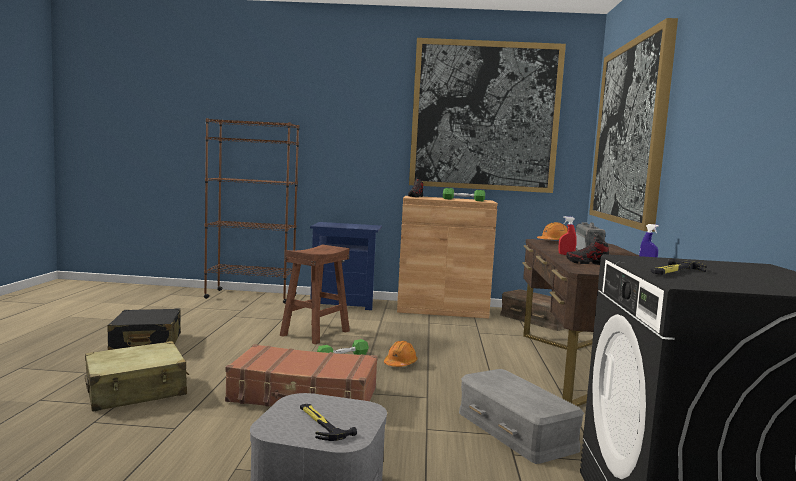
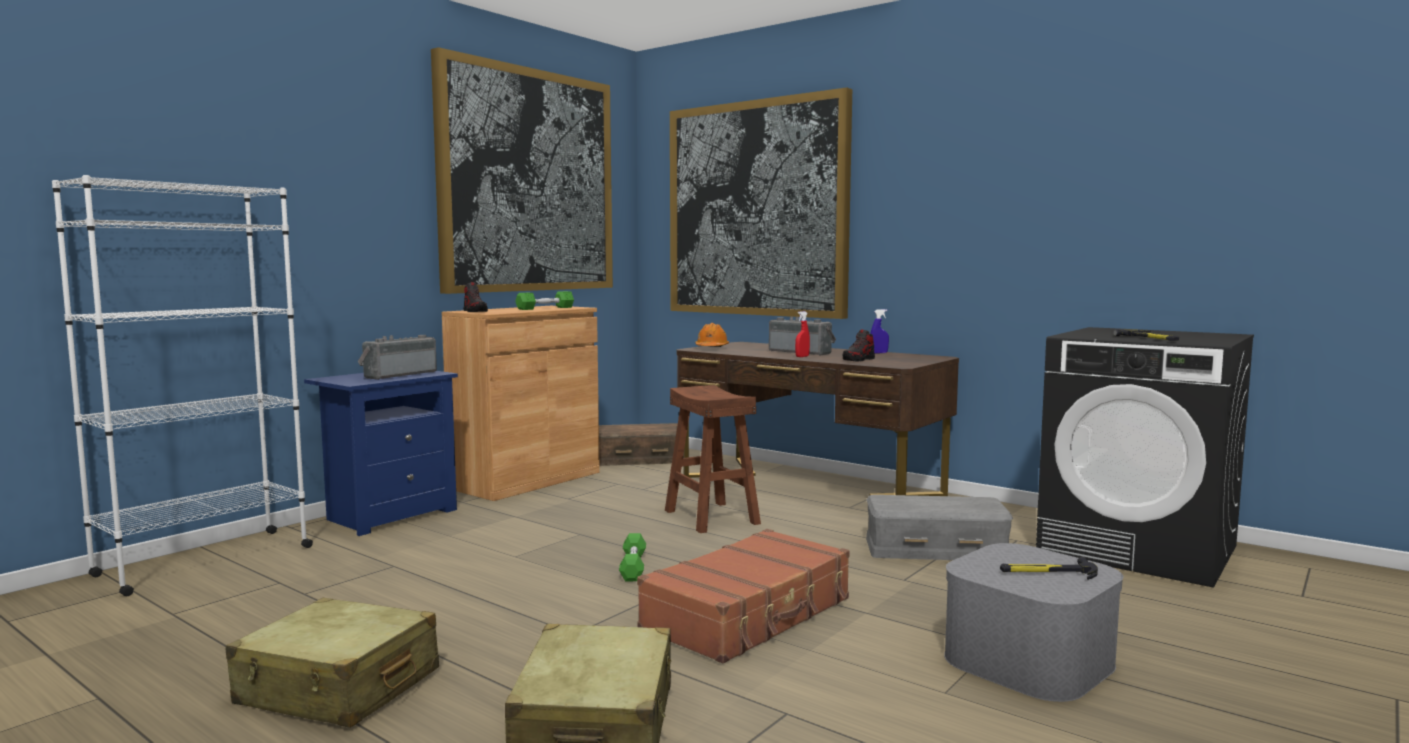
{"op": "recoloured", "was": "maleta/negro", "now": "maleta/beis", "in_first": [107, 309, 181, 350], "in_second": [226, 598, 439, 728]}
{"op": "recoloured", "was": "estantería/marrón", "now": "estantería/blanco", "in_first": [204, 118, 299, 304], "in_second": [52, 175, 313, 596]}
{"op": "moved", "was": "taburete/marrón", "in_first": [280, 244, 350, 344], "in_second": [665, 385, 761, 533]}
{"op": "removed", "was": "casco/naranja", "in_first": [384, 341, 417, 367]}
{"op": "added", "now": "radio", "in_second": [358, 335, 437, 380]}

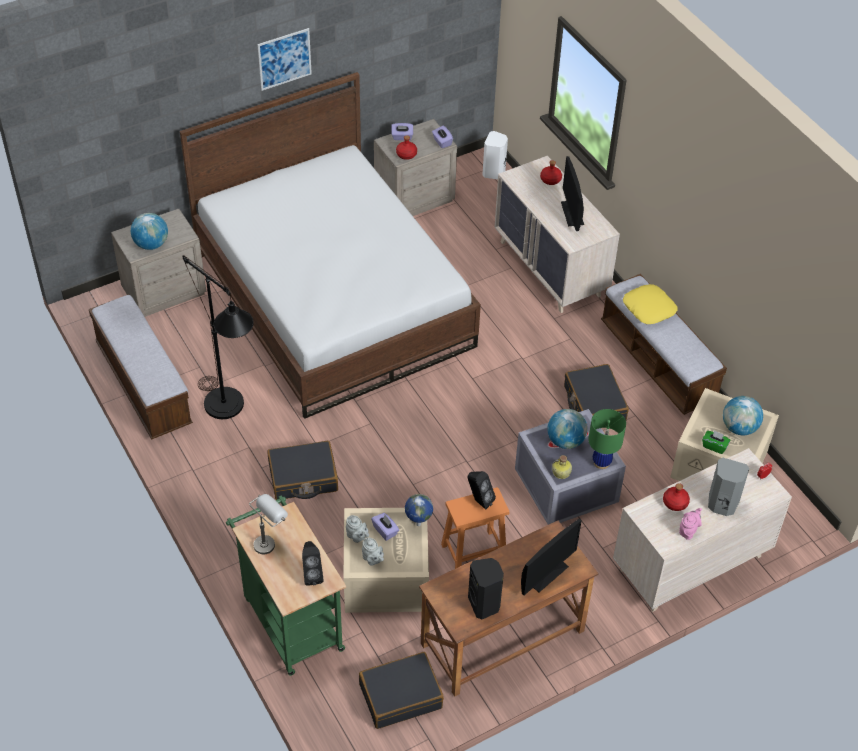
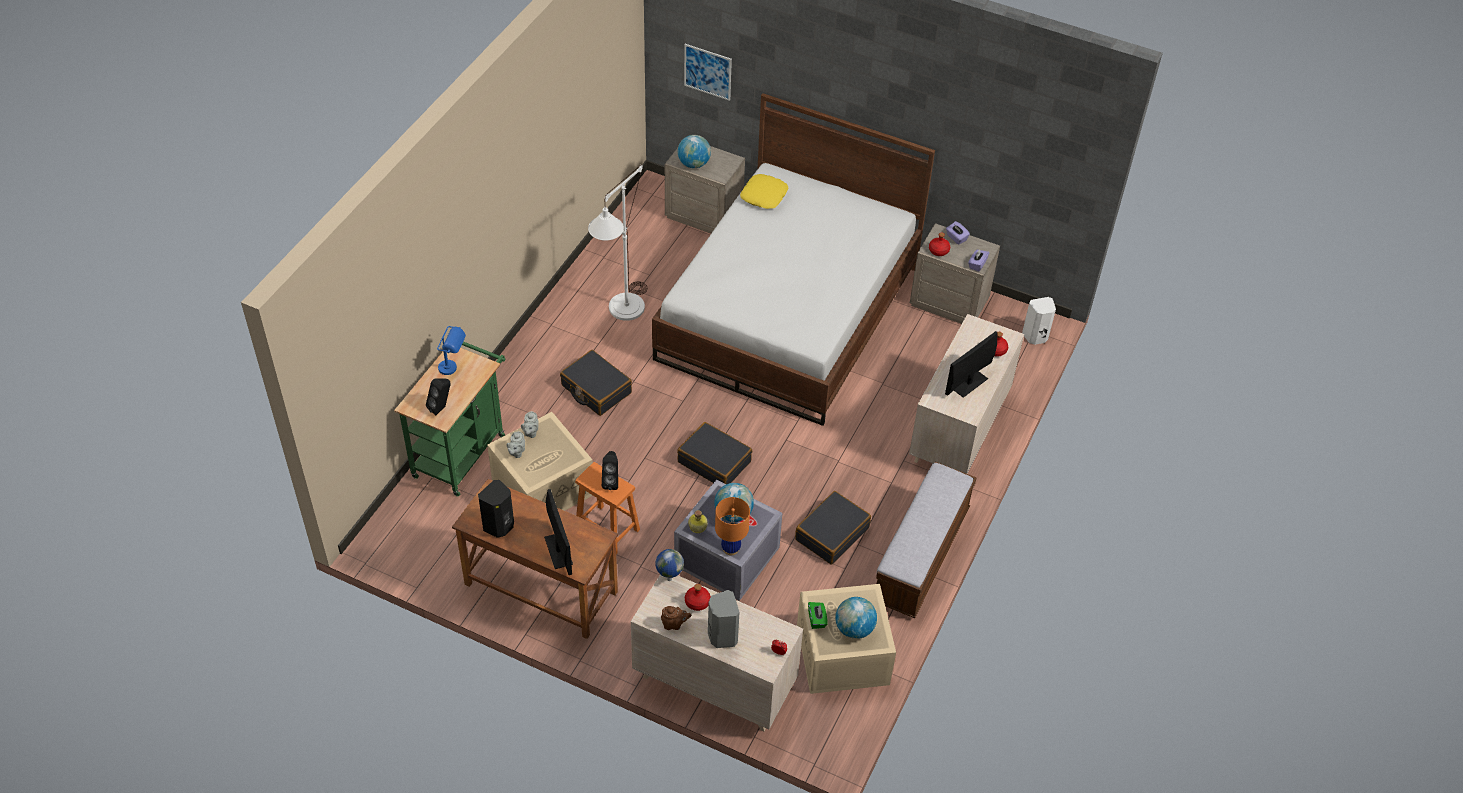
{"op": "removed", "was": "banco", "in_first": [89, 294, 193, 440]}
{"op": "recoloured", "was": "lámpara de pie/negro", "now": "lámpara de pie/blanco", "in_first": [182, 255, 254, 419], "in_second": [588, 165, 647, 321]}
{"op": "recoloured", "was": "lámpara de mesa/gris", "now": "lámpara de mesa/azul", "in_first": [249, 494, 288, 554], "in_second": [437, 326, 466, 375]}
{"op": "moved", "was": "cuadro", "in_first": [257, 28, 312, 91], "in_second": [684, 44, 732, 101]}
{"op": "moved", "was": "maleta/negro", "in_first": [359, 652, 444, 729], "in_second": [677, 422, 752, 484]}
{"op": "removed", "was": "caja de pañuelos/morado", "in_first": [371, 513, 399, 541]}
{"op": "moved", "was": "globo terráqueo", "in_first": [405, 494, 433, 526], "in_second": [655, 549, 684, 581]}
{"op": "turned", "was": "monitor", "in_first": [521, 519, 582, 595], "in_second": [544, 489, 573, 575], "clockwise": -120}
{"op": "recoloured", "was": "lámpara de mesa/verde", "now": "lámpara de mesa/naranja", "in_first": [588, 409, 626, 469], "in_second": [715, 497, 750, 555]}
{"op": "moved", "was": "cojín/amarillo", "in_first": [623, 284, 677, 324], "in_second": [740, 174, 788, 209]}
{"op": "recoloured", "was": "tetera/rosa", "now": "tetera/marrón", "in_first": [679, 508, 702, 540], "in_second": [661, 606, 691, 630]}

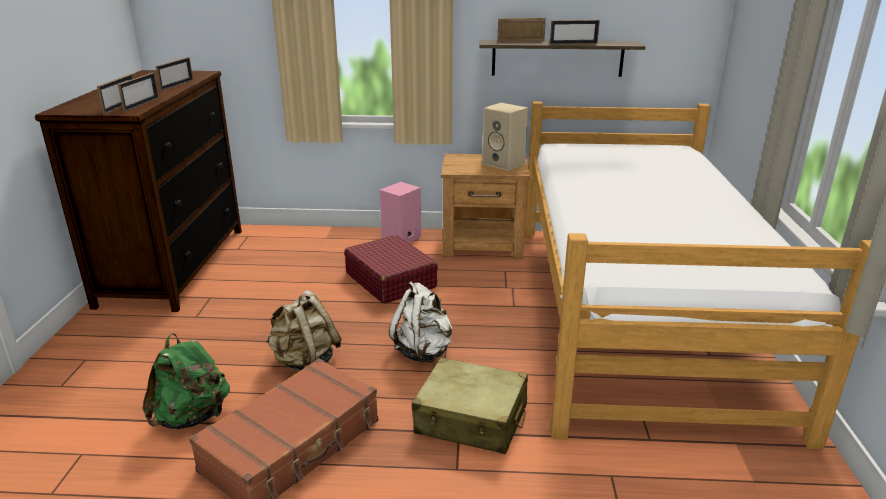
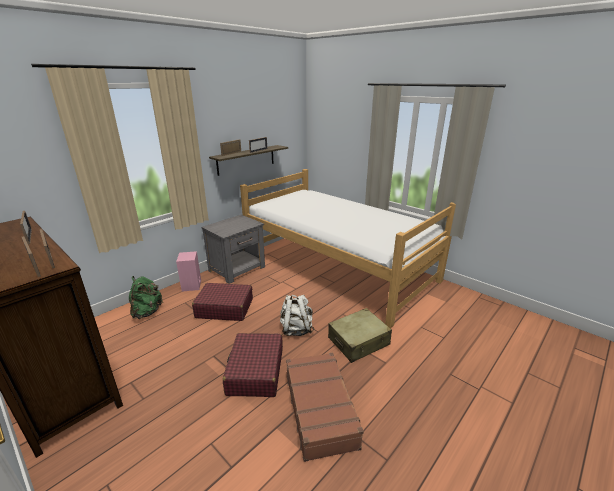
{"op": "moved", "was": "mochila/verde", "in_first": [143, 333, 230, 429], "in_second": [129, 276, 163, 319]}
{"op": "replaced", "was": "mochila/beis", "now": "maleta/rojo", "in_first": [266, 290, 342, 371], "in_second": [223, 333, 283, 397]}
{"op": "recoloured", "was": "mesita de noche/marrón", "now": "mesita de noche/gris", "in_first": [441, 154, 530, 259], "in_second": [201, 215, 265, 284]}
{"op": "removed", "was": "altavoz/beis", "in_first": [482, 103, 528, 171]}

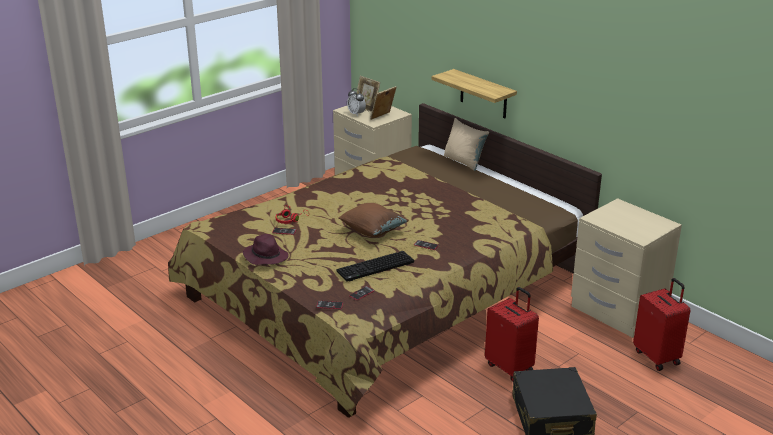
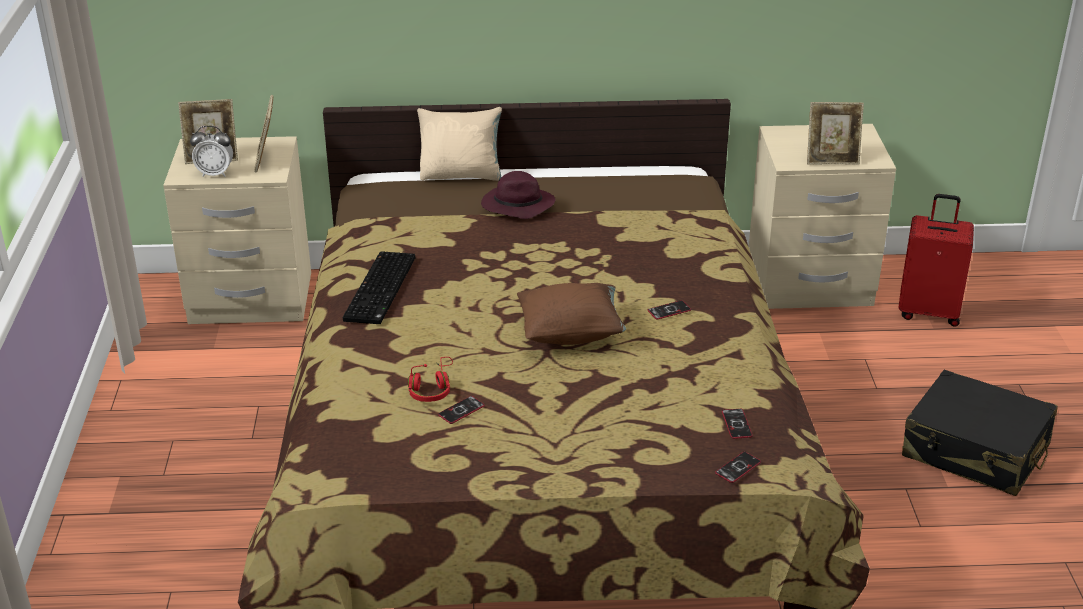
{"op": "moved", "was": "sombrero/morado", "in_first": [243, 234, 289, 265], "in_second": [481, 171, 555, 219]}
{"op": "moved", "was": "teclado", "in_first": [336, 251, 414, 282], "in_second": [342, 251, 415, 324]}
{"op": "removed", "was": "estante", "in_first": [432, 69, 517, 118]}
{"op": "removed", "was": "maleta/rojo", "in_first": [485, 287, 539, 382]}
{"op": "added", "now": "portarretratos", "in_second": [807, 102, 864, 165]}

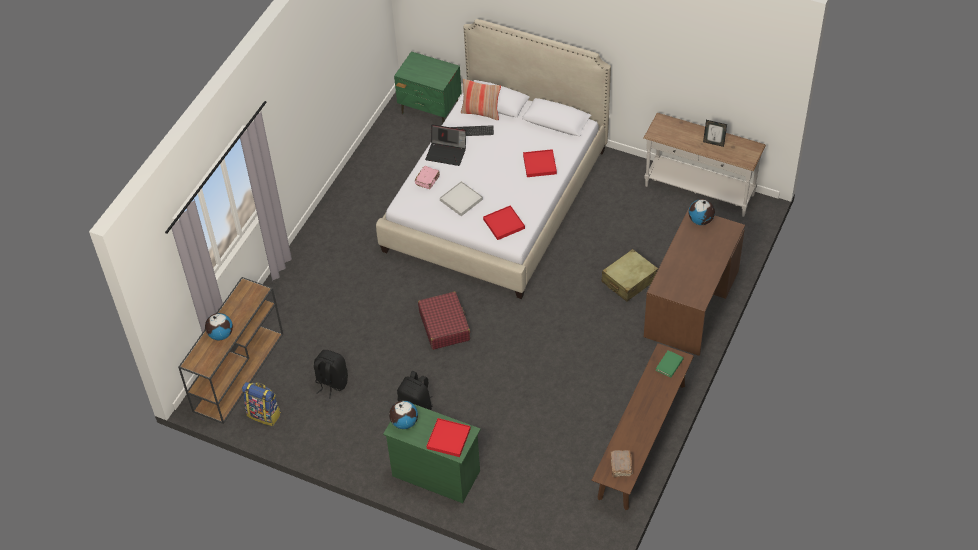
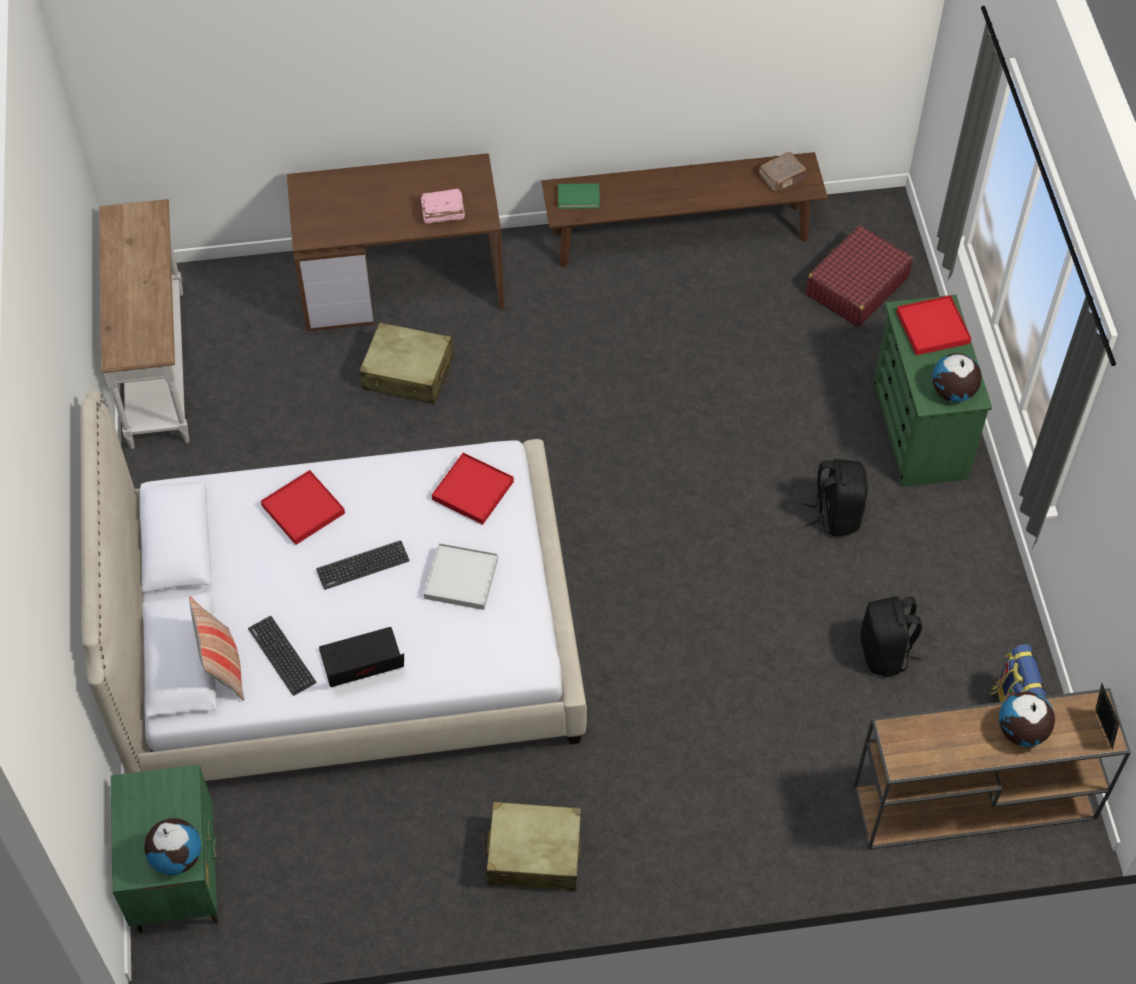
{"op": "moved", "was": "libro/rosa", "in_first": [415, 166, 440, 189], "in_second": [421, 189, 465, 224]}
{"op": "moved", "was": "maleta/rojo", "in_first": [418, 292, 470, 350], "in_second": [805, 225, 913, 327]}
{"op": "turned", "was": "portátil", "in_first": [425, 124, 466, 166], "in_second": [319, 627, 404, 687], "clockwise": -90}
{"op": "moved", "was": "globo terráqueo", "in_first": [688, 199, 715, 225], "in_second": [144, 818, 201, 875]}
{"op": "moved", "was": "portarretratos", "in_first": [703, 120, 727, 147], "in_second": [1095, 683, 1119, 750]}
{"op": "added", "now": "teclado", "in_second": [316, 540, 409, 590]}
{"op": "added", "now": "maleta/beis", "in_second": [483, 802, 582, 891]}

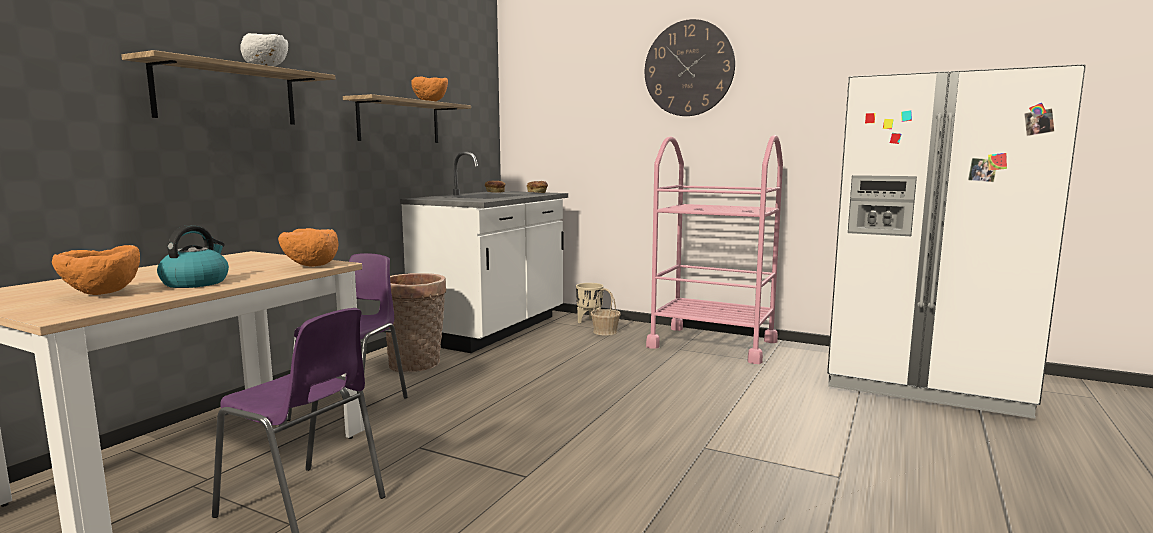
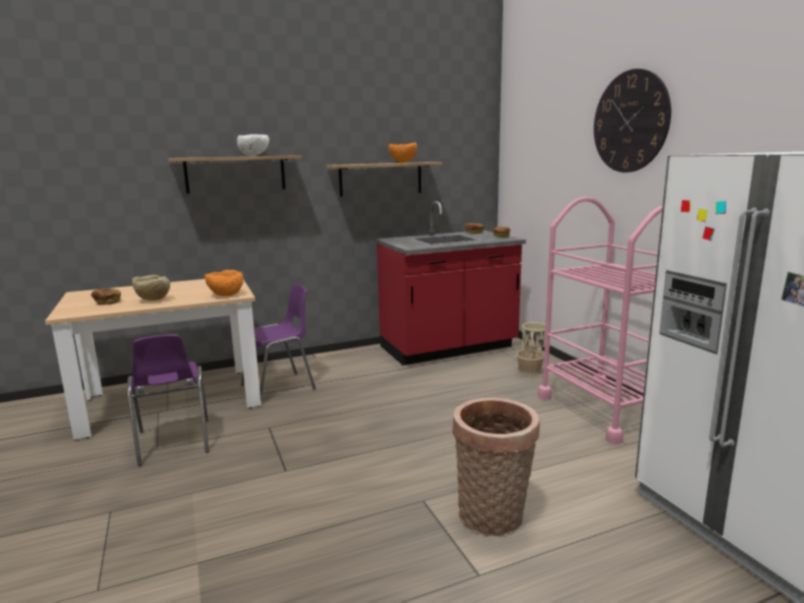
{"op": "replaced", "was": "cuenco/naranja", "now": "pan", "in_first": [52, 245, 140, 295], "in_second": [91, 288, 121, 305]}
{"op": "replaced", "was": "hervidor", "now": "cuenco/beis", "in_first": [157, 225, 229, 288], "in_second": [132, 275, 170, 300]}
{"op": "moved", "was": "cesta", "in_first": [386, 273, 446, 372], "in_second": [453, 398, 540, 536]}
{"op": "recoloured", "was": "mueble bajo de cocina/blanco", "now": "mueble bajo de cocina/rojo", "in_first": [400, 152, 568, 353], "in_second": [376, 201, 526, 365]}

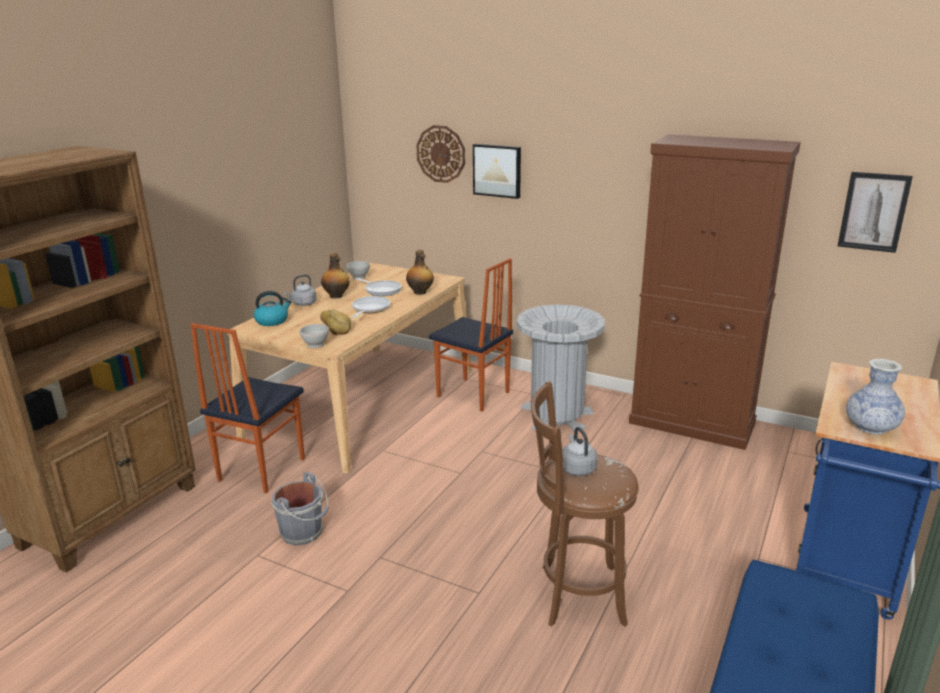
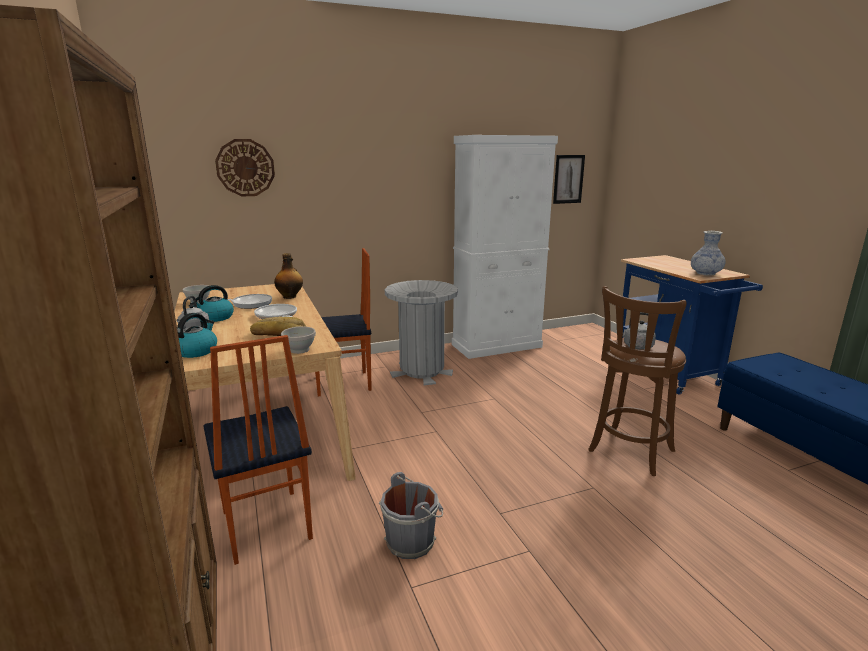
{"op": "replaced", "was": "botella", "now": "hervidor", "in_first": [321, 253, 350, 298], "in_second": [190, 285, 234, 322]}
{"op": "removed", "was": "cuadro", "in_first": [473, 144, 521, 199]}
{"op": "recoloured", "was": "armario/marrón", "now": "armario/blanco", "in_first": [629, 134, 801, 450], "in_second": [452, 135, 558, 359]}

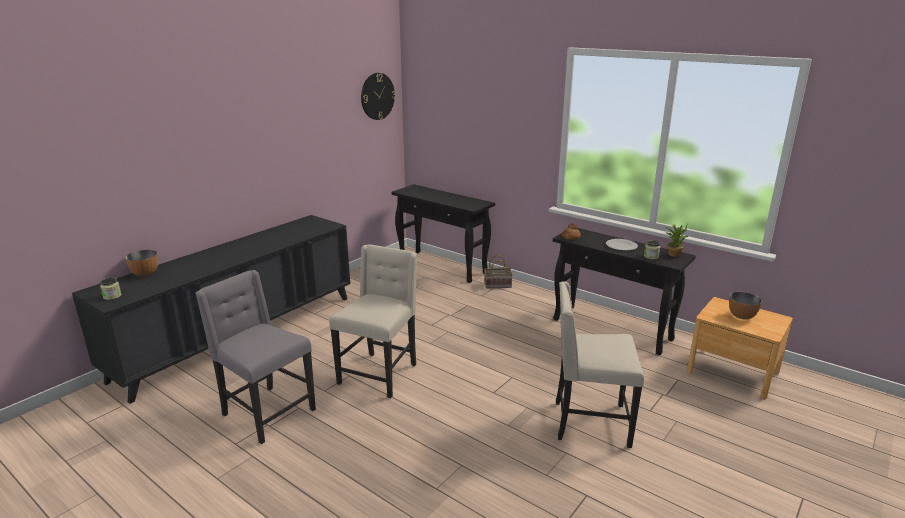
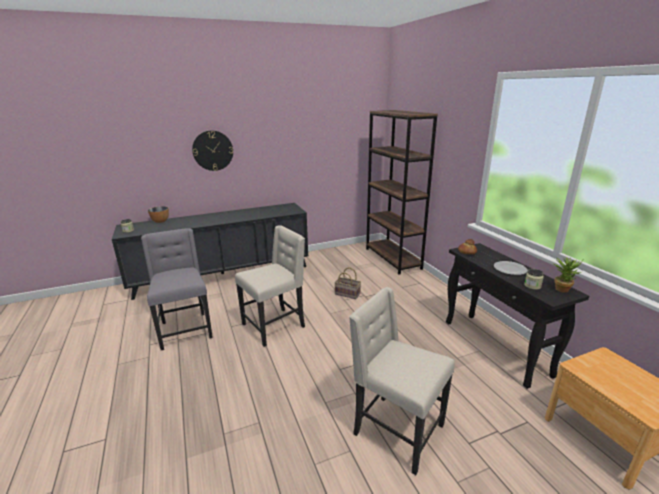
{"op": "moved", "was": "reloj de pared", "in_first": [361, 73, 396, 120], "in_second": [192, 130, 233, 171]}
{"op": "replaced", "was": "mesa consola/negro", "now": "estantería/marrón", "in_first": [391, 184, 495, 283], "in_second": [366, 110, 438, 275]}
{"op": "moved", "was": "cesta", "in_first": [484, 255, 513, 289], "in_second": [334, 267, 361, 299]}
{"op": "removed", "was": "cuenco", "in_first": [729, 292, 762, 319]}

